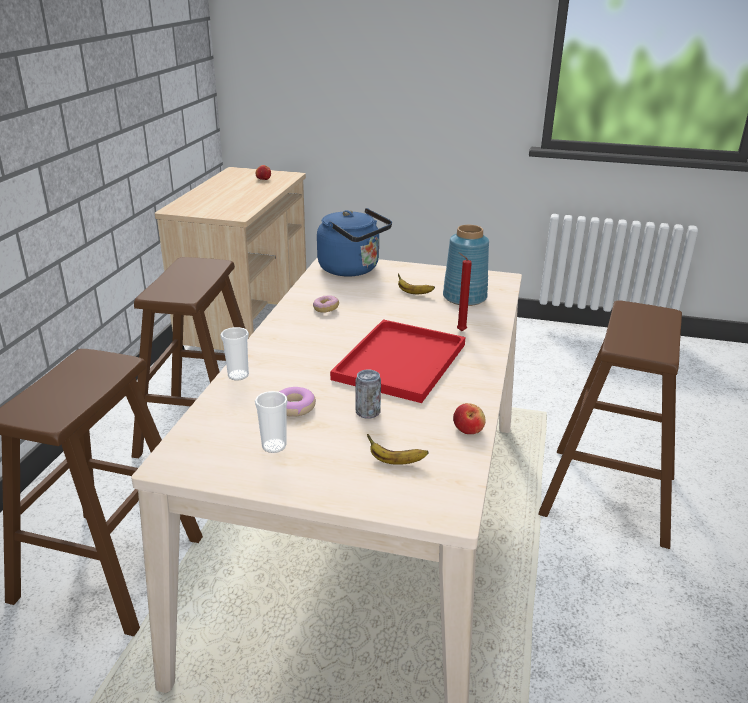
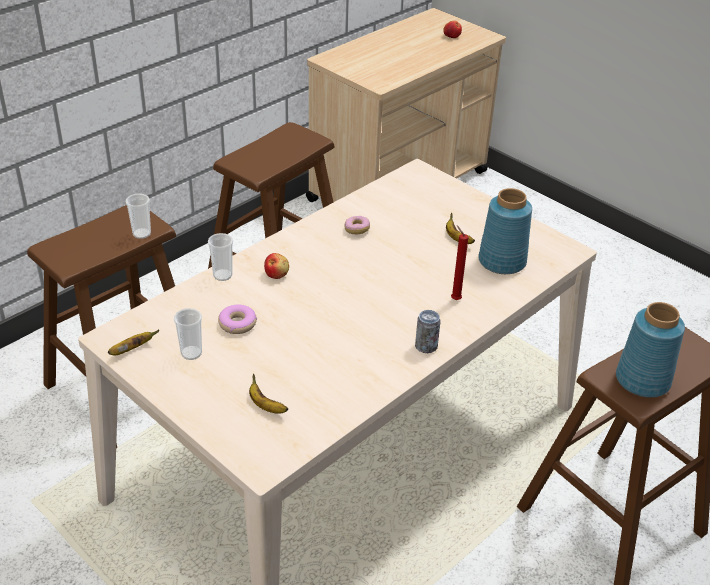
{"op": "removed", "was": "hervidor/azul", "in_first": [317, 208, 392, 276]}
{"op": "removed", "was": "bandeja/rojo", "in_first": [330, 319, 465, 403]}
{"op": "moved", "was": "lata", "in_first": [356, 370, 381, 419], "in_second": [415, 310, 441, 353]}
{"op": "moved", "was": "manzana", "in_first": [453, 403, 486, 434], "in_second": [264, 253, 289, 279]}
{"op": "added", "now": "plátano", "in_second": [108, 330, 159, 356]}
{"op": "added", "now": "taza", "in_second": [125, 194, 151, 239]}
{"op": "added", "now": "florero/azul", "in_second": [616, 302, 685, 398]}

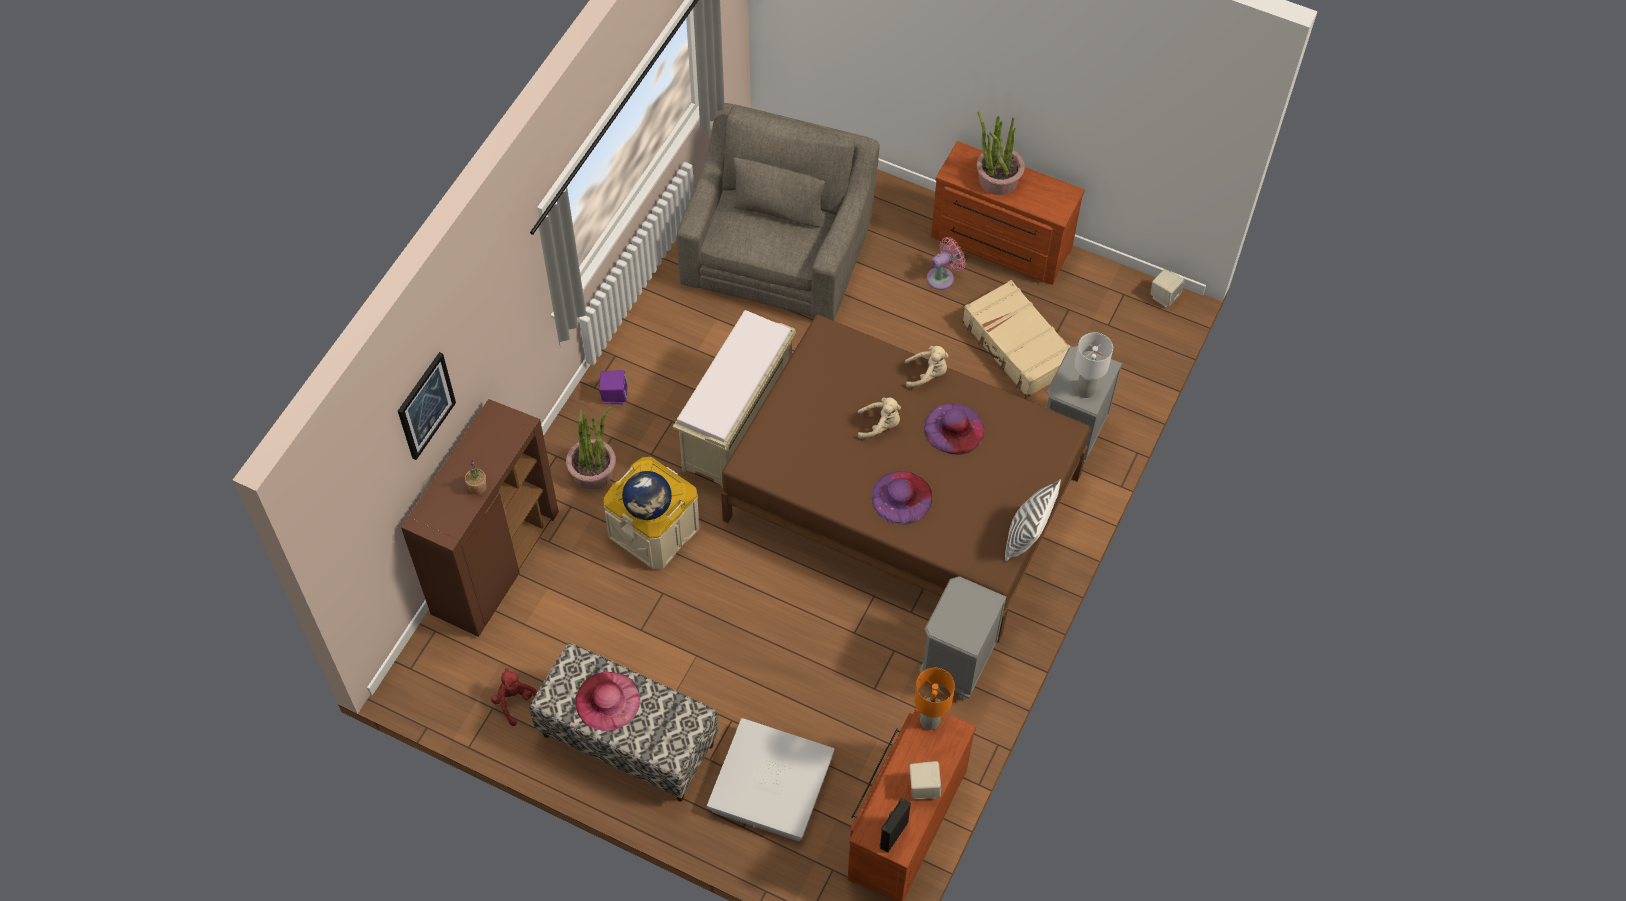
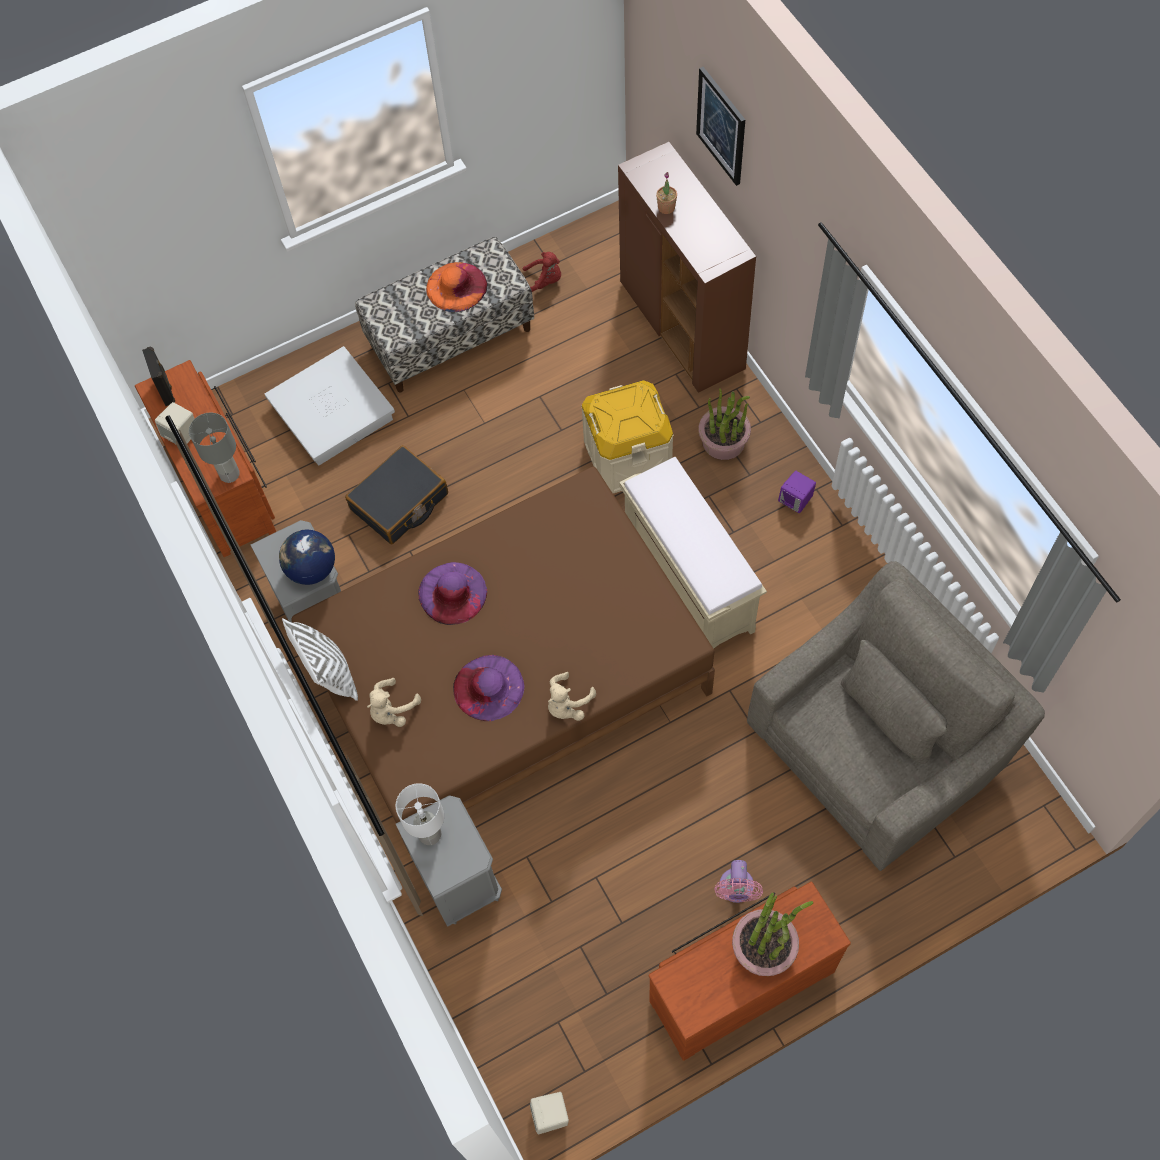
{"op": "recoloured", "was": "sombrero/rosa", "now": "sombrero/naranja", "in_first": [575, 672, 640, 731], "in_second": [426, 262, 487, 312]}
{"op": "moved", "was": "globo terráqueo", "in_first": [622, 471, 672, 520], "in_second": [279, 530, 335, 585]}
{"op": "turned", "was": "sillón/gris", "in_first": [677, 103, 880, 321], "in_second": [747, 561, 1045, 871], "clockwise": -90}
{"op": "moved", "was": "peluche/beis", "in_first": [858, 398, 901, 439], "in_second": [367, 678, 421, 727]}
{"op": "recoloured", "was": "lámpara de mesa/naranja", "now": "lámpara de mesa/gris", "in_first": [914, 668, 955, 730], "in_second": [189, 413, 240, 483]}
{"op": "removed", "was": "maleta/beis", "in_first": [962, 280, 1071, 397]}
{"op": "added", "now": "maleta/negro", "in_second": [345, 445, 448, 544]}

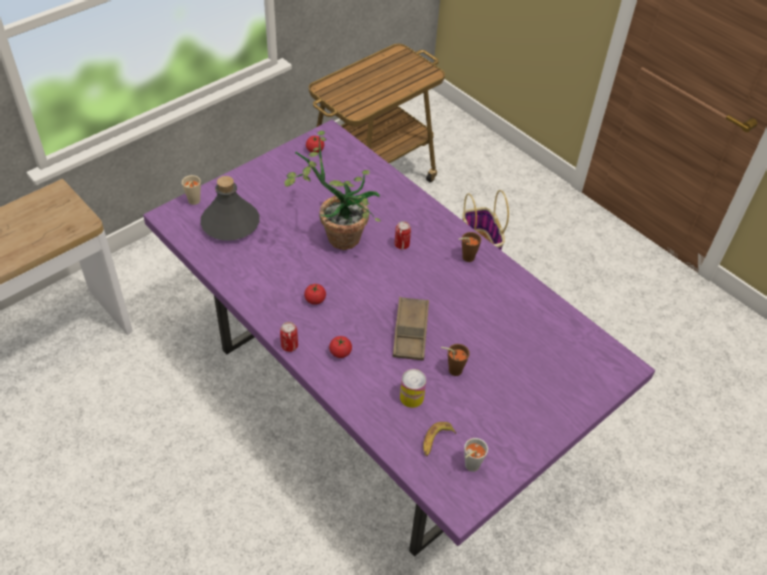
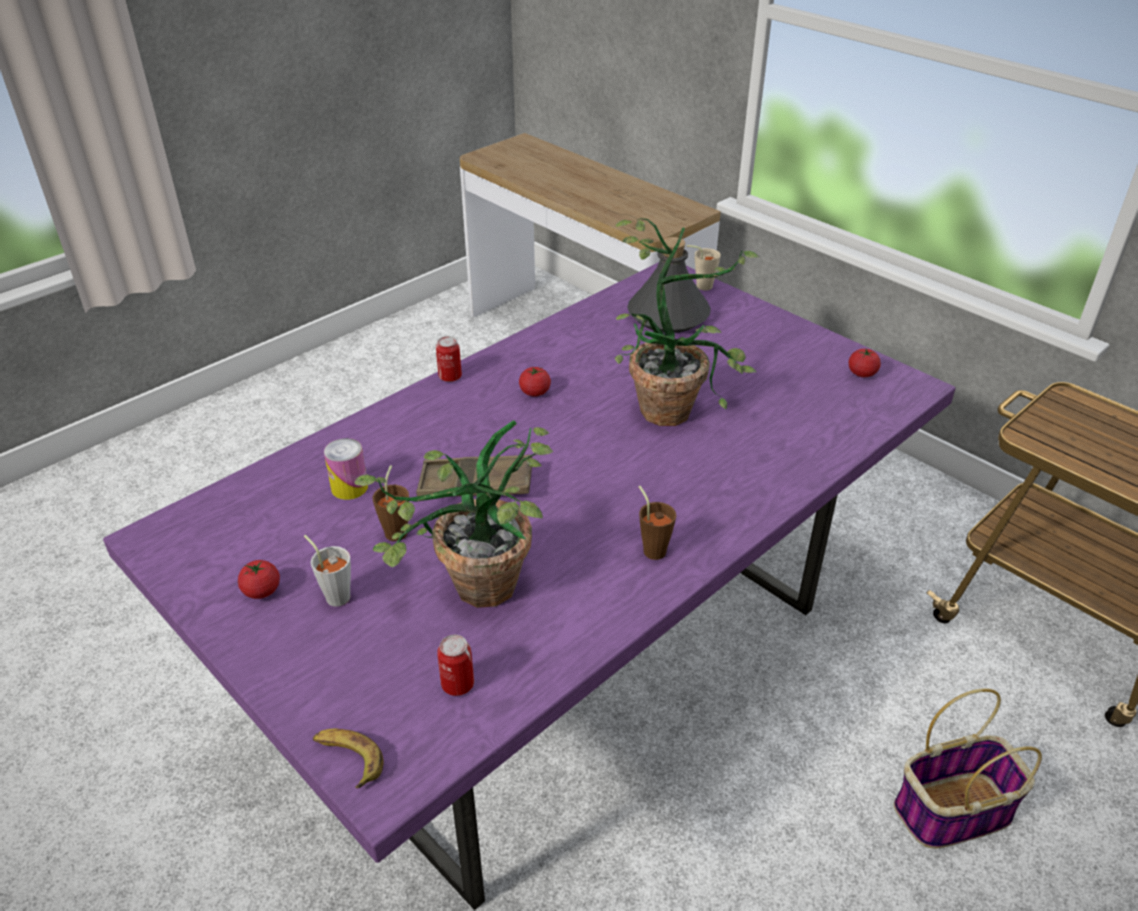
{"op": "moved", "was": "tomate", "in_first": [329, 336, 352, 358], "in_second": [238, 560, 280, 599]}
{"op": "moved", "was": "lata", "in_first": [395, 221, 411, 249], "in_second": [437, 635, 474, 696]}
{"op": "moved", "was": "plátano", "in_first": [423, 422, 456, 456], "in_second": [313, 729, 384, 788]}
{"op": "moved", "was": "taza/gris", "in_first": [464, 438, 488, 472], "in_second": [304, 535, 351, 607]}
{"op": "added", "now": "planta en maceta", "in_second": [354, 420, 553, 608]}

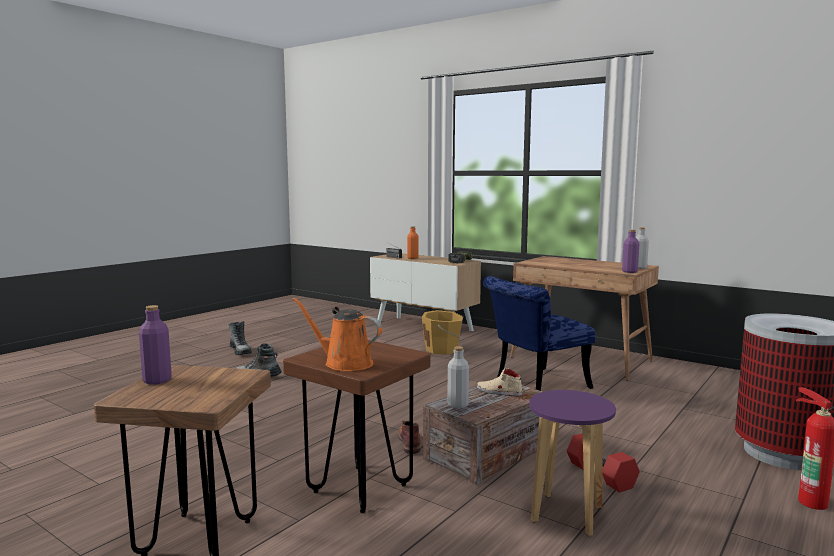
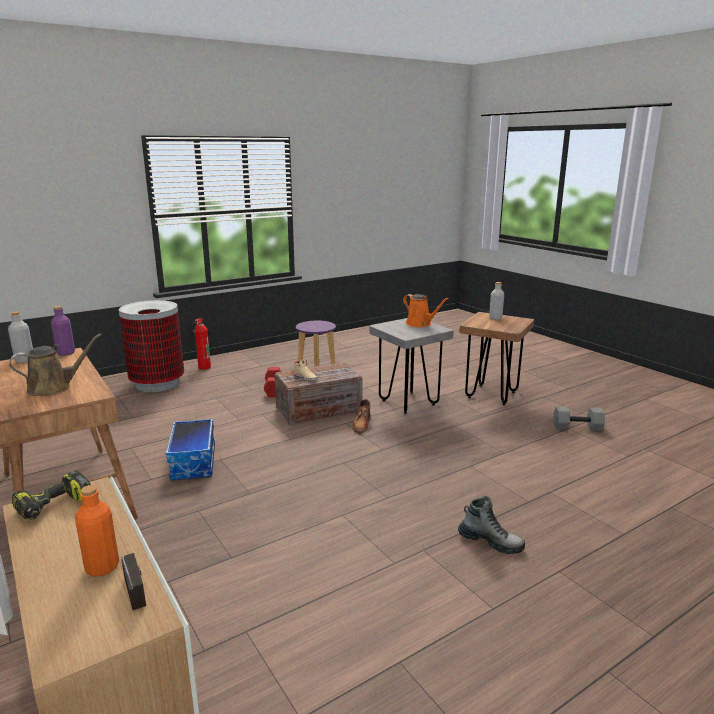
{"op": "removed", "was": "botella/morado", "in_first": [139, 305, 172, 385]}
{"op": "removed", "was": "bota", "in_first": [229, 321, 252, 355]}
{"op": "recoloured", "was": "taburete/marrón", "now": "taburete/gris", "in_first": [283, 340, 431, 513], "in_second": [369, 318, 454, 414]}
{"op": "removed", "was": "cubo/naranja", "in_first": [422, 310, 463, 355]}
{"op": "moved", "was": "botella/gris", "in_first": [447, 346, 469, 408], "in_second": [489, 282, 504, 320]}
{"op": "replaced", "was": "silla/azul", "now": "caja de almacenaje", "in_first": [483, 276, 595, 391], "in_second": [165, 419, 215, 480]}
{"op": "added", "now": "regadera/marrón", "in_second": [9, 334, 101, 396]}
{"op": "added", "now": "mancuerna/gris", "in_second": [554, 407, 605, 431]}

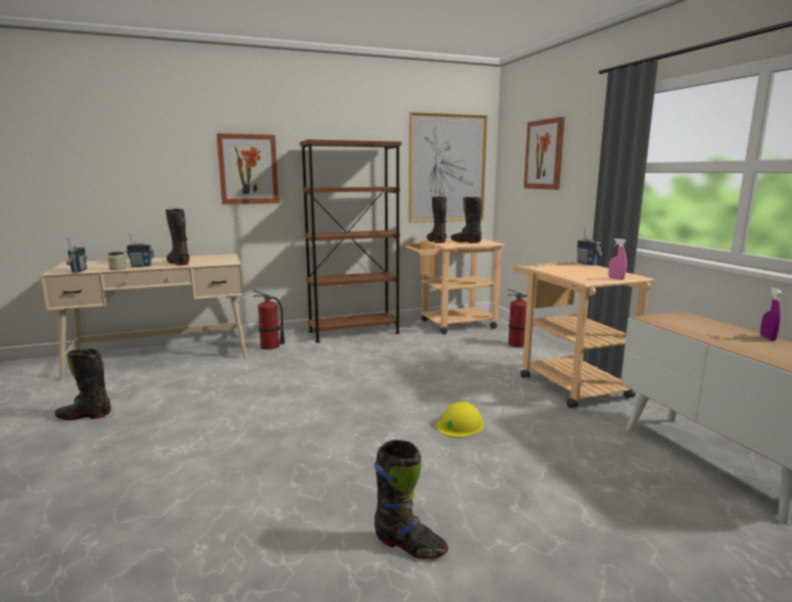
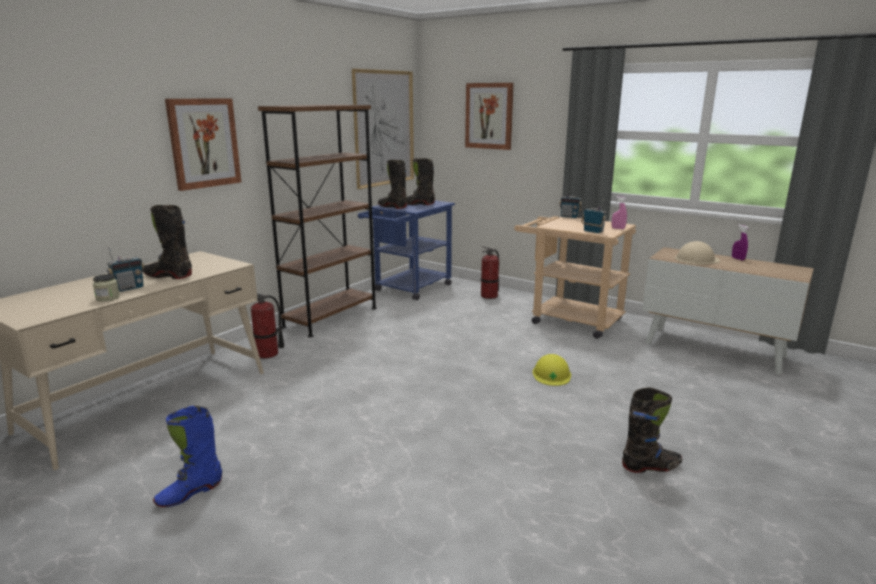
{"op": "recoloured", "was": "bota/negro", "now": "bota/azul", "in_first": [55, 349, 111, 420], "in_second": [153, 406, 222, 507]}
{"op": "moved", "was": "radio", "in_first": [66, 237, 87, 273], "in_second": [581, 200, 607, 233]}
{"op": "recoloured", "was": "carrito/beis", "now": "carrito/azul", "in_first": [402, 239, 505, 335], "in_second": [358, 201, 455, 300]}
{"op": "added", "now": "casco/beis", "in_second": [675, 241, 720, 265]}

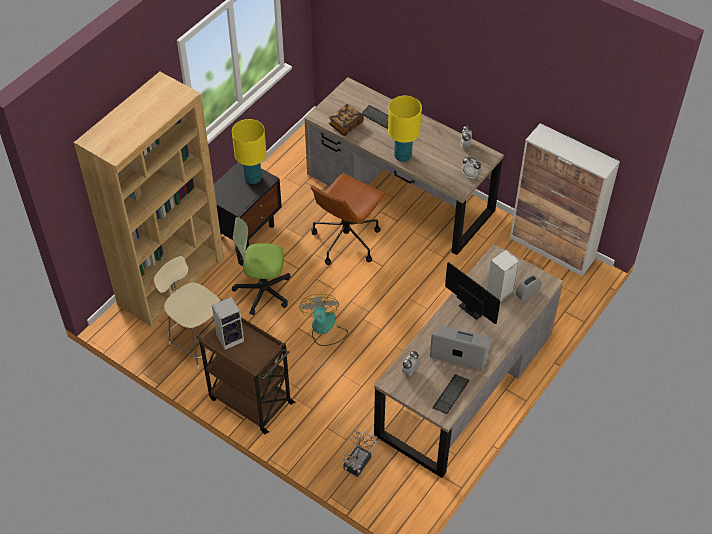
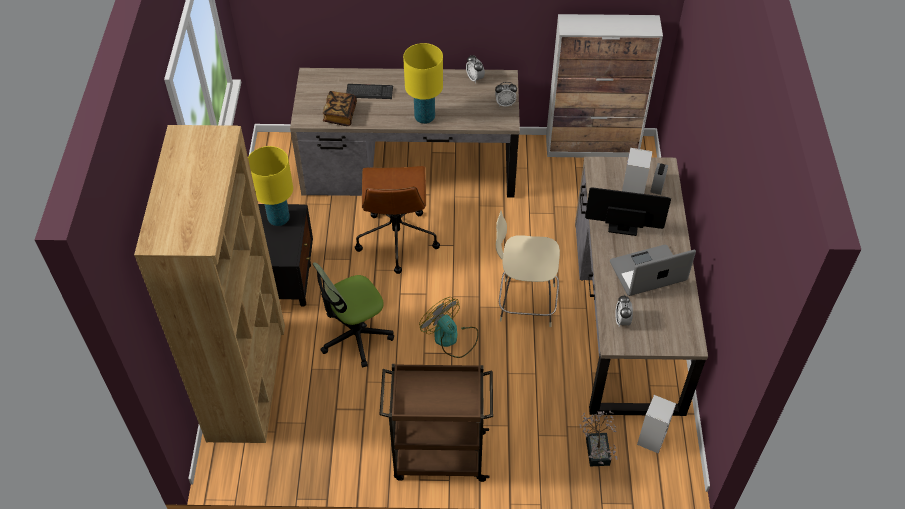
{"op": "moved", "was": "silla/beis", "in_first": [154, 256, 220, 369], "in_second": [496, 211, 560, 327]}
{"op": "moved", "was": "altavoz", "in_first": [212, 297, 244, 350], "in_second": [637, 395, 676, 454]}
{"op": "removed", "was": "teclado", "in_first": [432, 374, 469, 414]}

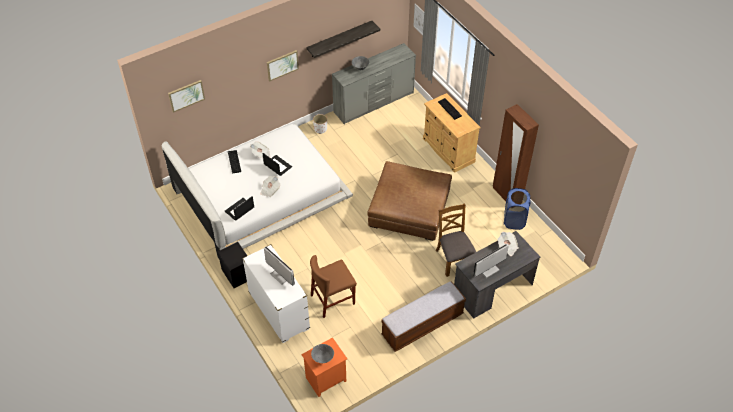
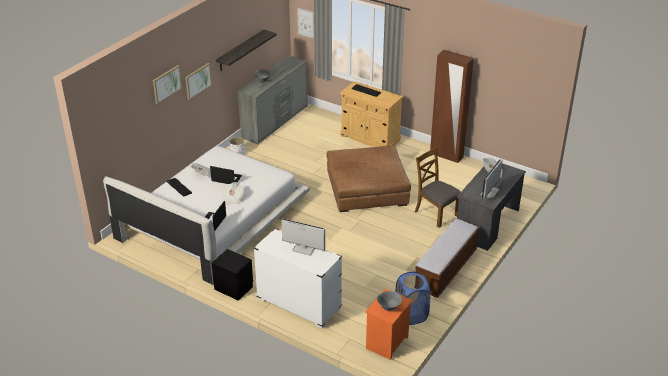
{"op": "moved", "was": "cuadro", "in_first": [168, 80, 205, 113], "in_second": [153, 65, 182, 104]}
{"op": "removed", "was": "silla/marrón", "in_first": [310, 255, 357, 318]}
{"op": "moved", "was": "cesto de la ropa/azul", "in_first": [504, 188, 530, 230], "in_second": [395, 272, 431, 325]}

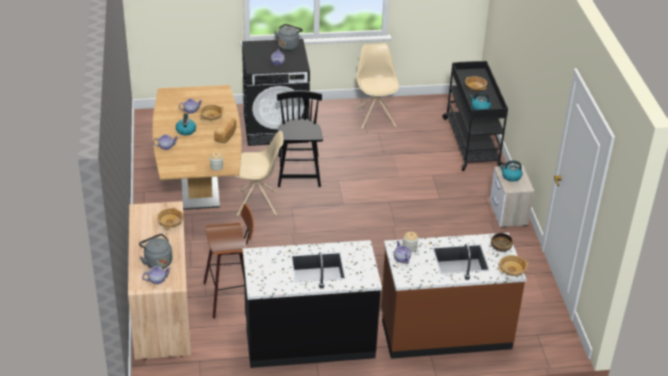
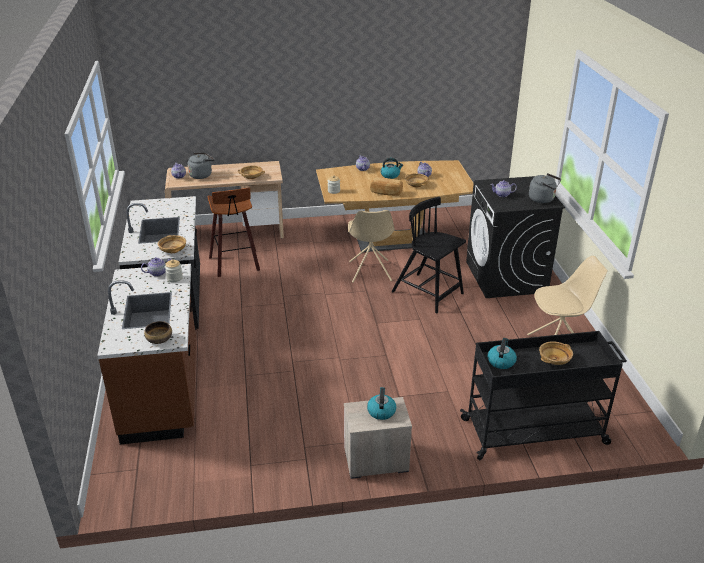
{"op": "turned", "was": "silla/negro", "in_first": [277, 90, 323, 187], "in_second": [392, 197, 466, 314], "clockwise": -135}
{"op": "moved", "was": "cuenco/beis", "in_first": [498, 255, 529, 276], "in_second": [158, 235, 186, 253]}

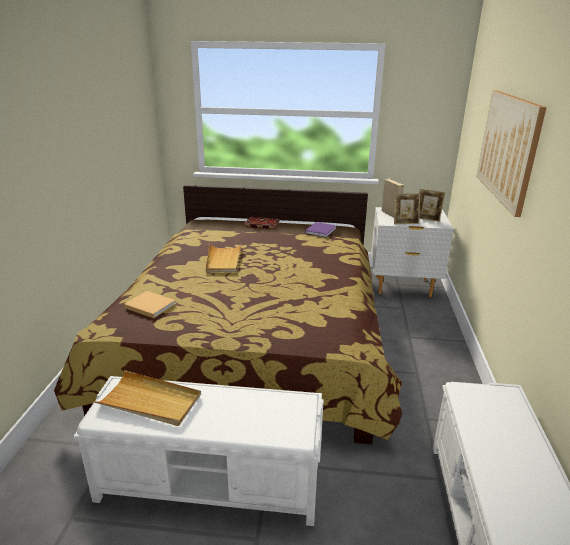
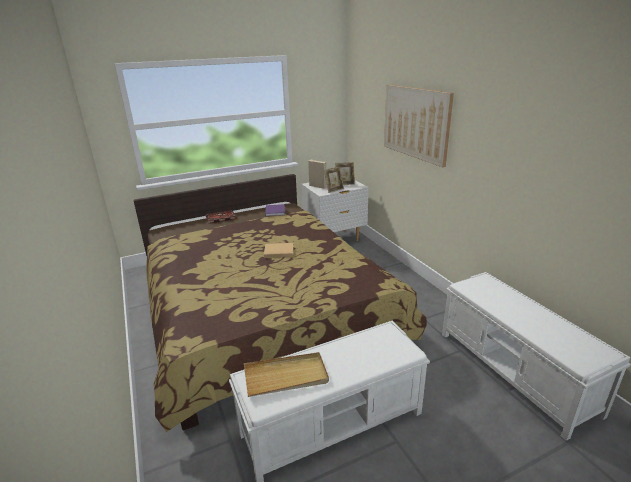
{"op": "moved", "was": "libro/beis", "in_first": [124, 291, 176, 318], "in_second": [264, 243, 293, 258]}
{"op": "removed", "was": "bandeja/beis", "in_first": [206, 243, 242, 272]}

